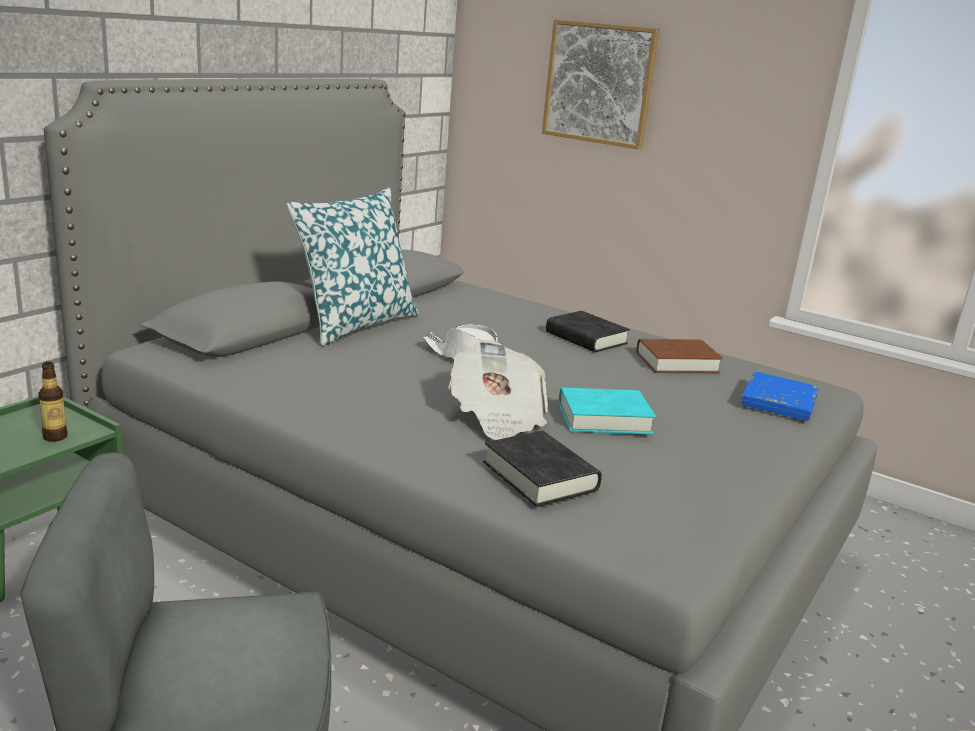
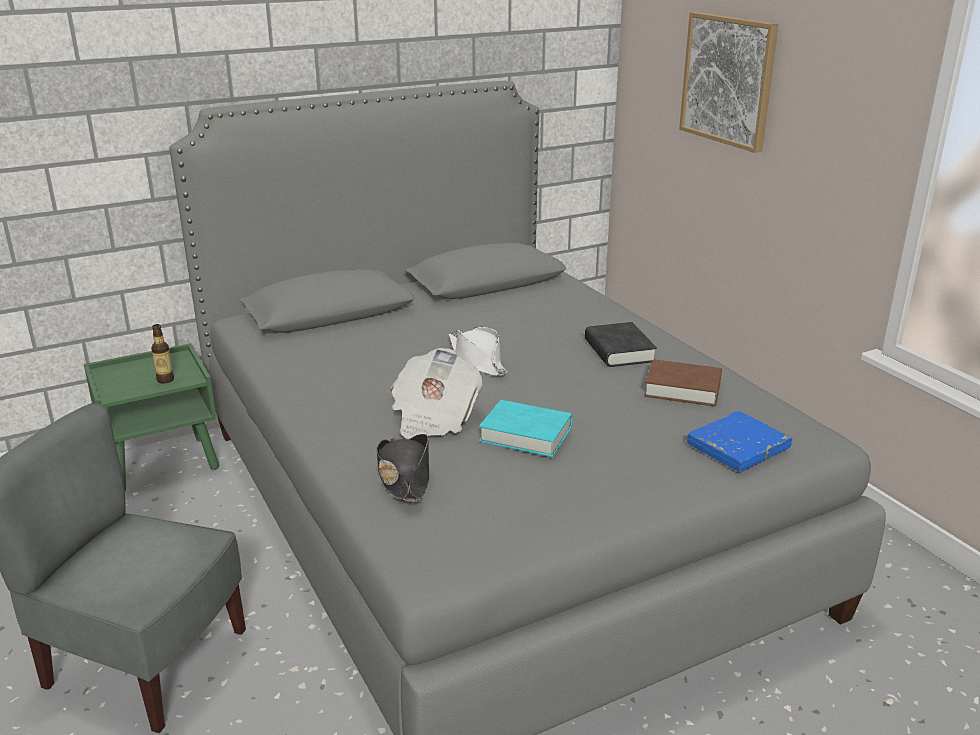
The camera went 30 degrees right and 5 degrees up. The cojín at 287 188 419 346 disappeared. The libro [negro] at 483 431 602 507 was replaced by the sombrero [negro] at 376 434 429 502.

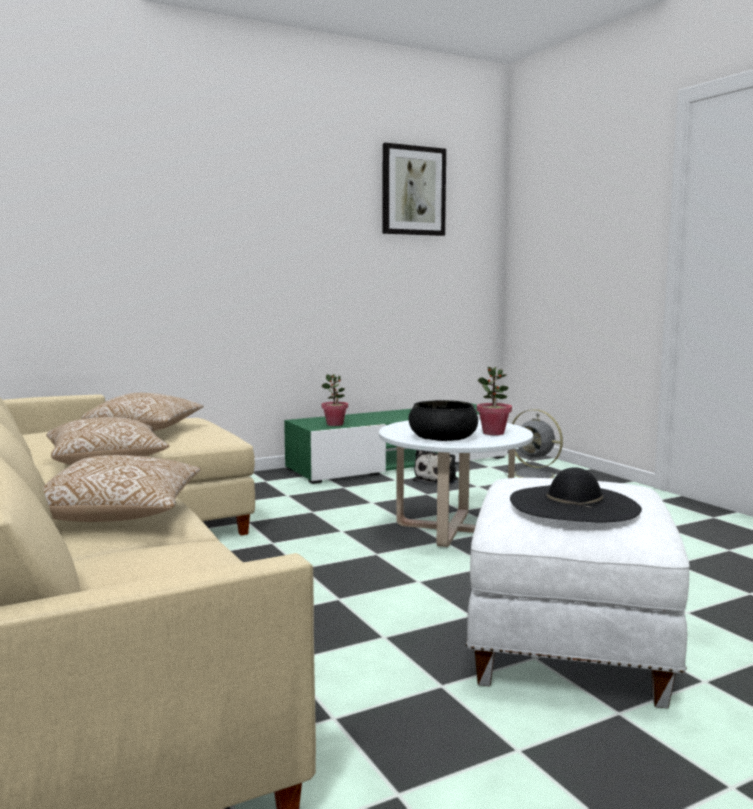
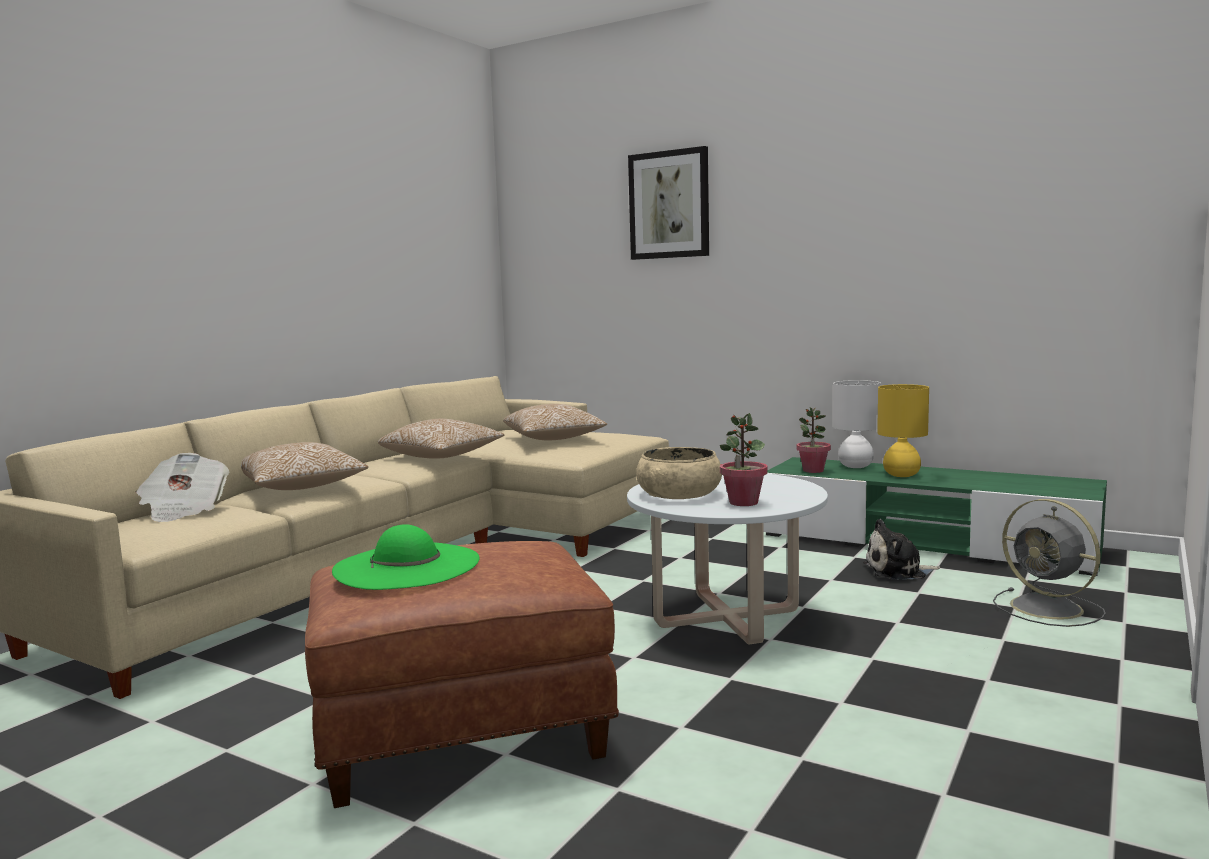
The camera went 60 degrees right and 0 degrees up. The cuadro moved from 383 143 446 236 to 628 146 709 260. The cuenco [negro] at 408 400 478 441 became the cuenco [beis] at 636 447 722 499. The puf [blanco] at 466 478 690 709 became the puf [marrón] at 305 541 619 808. The ventilador [gris] at 504 409 563 478 turned 45 degrees counterclockwise. The sombrero [negro] at 510 467 642 522 became the sombrero [verde] at 332 524 480 590. The periódico at 136 453 229 522 appeared. The lámpara de mesa [blanco] at 833 380 881 468 appeared. The lámpara de mesa [amarillo] at 877 384 929 477 appeared.

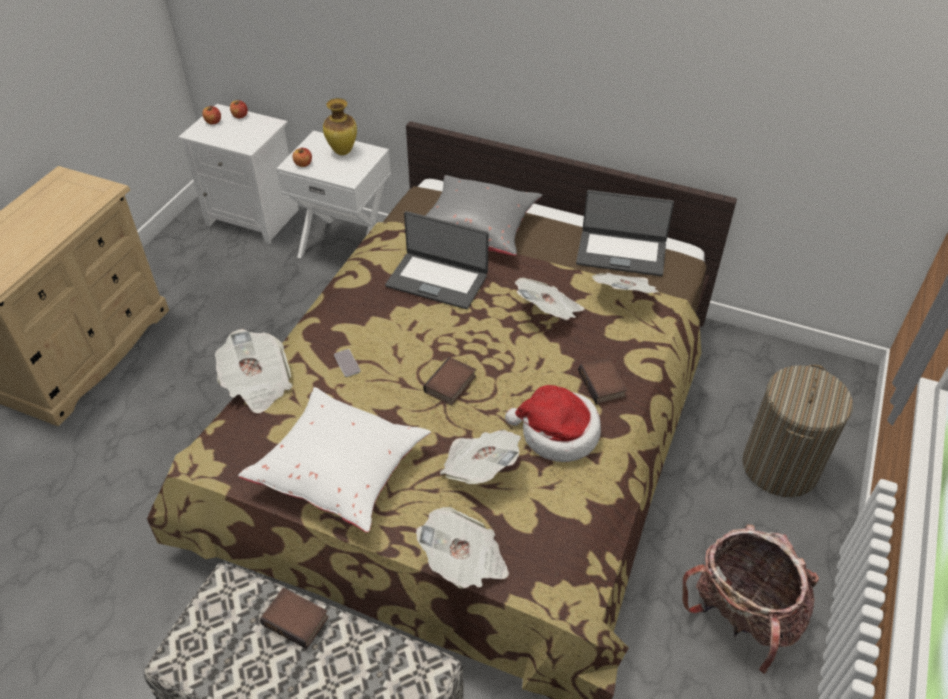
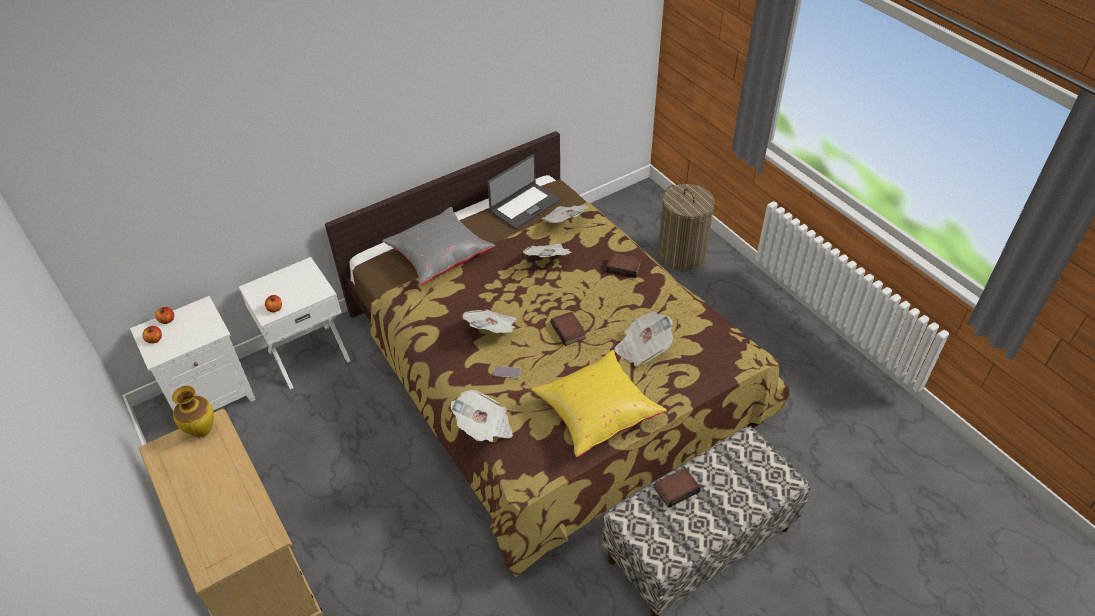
The camera went 55 degrees left and 0 degrees up. The cojín [blanco] at 238 387 431 533 became the cojín [amarillo] at 531 350 667 457. The florero moved from 323 98 357 155 to 172 386 214 437. The portátil at 385 211 489 309 disappeared. The periódico moved from 416 507 509 589 to 463 309 517 333. The sombrero at 505 385 601 462 disappeared. The mochila at 683 524 819 674 disappeared.

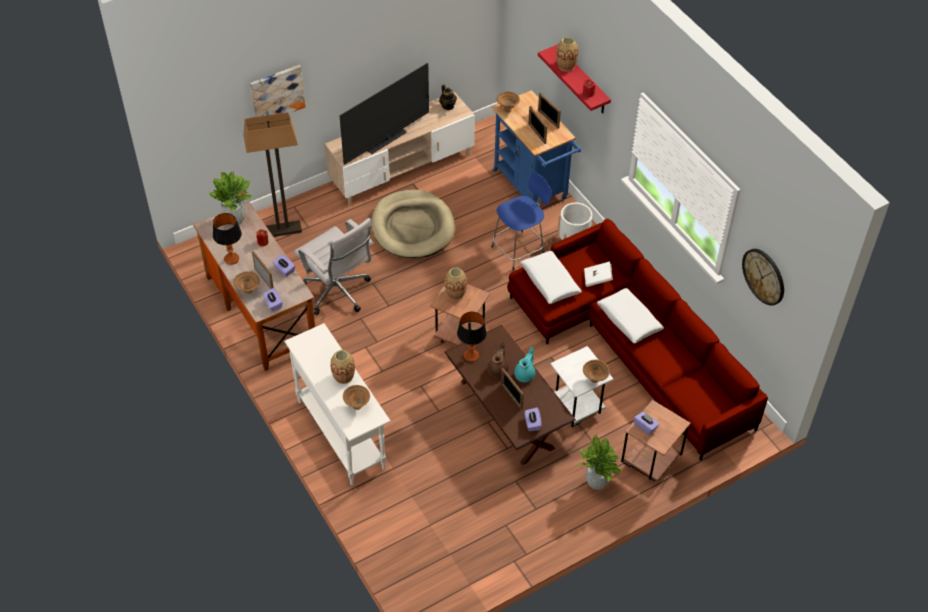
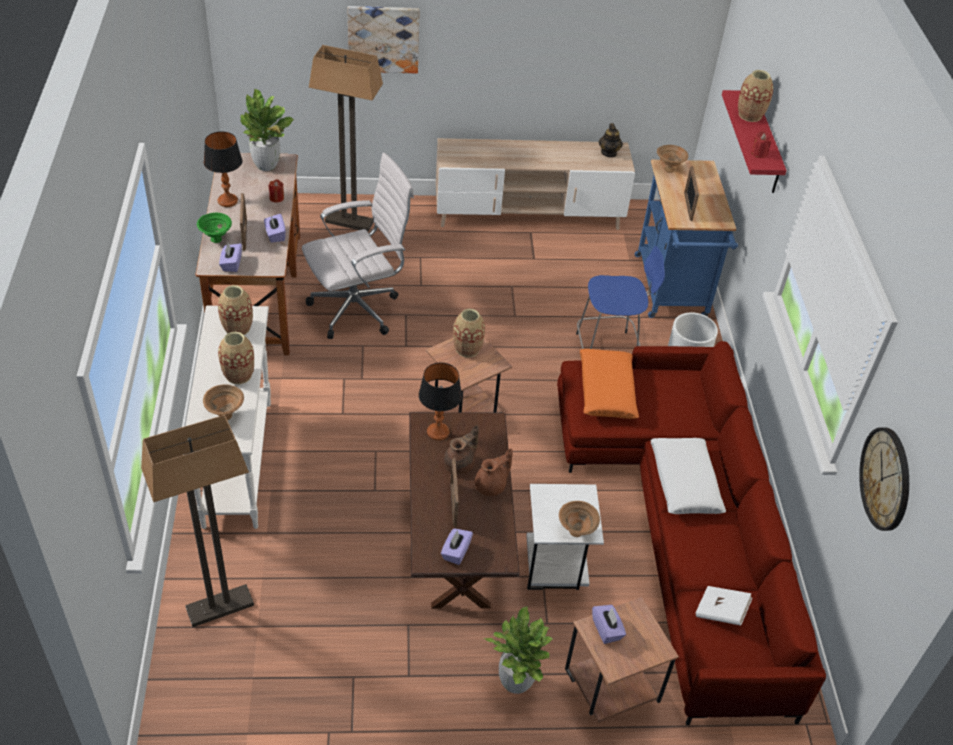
The camera went 25 degrees right and 5 degrees down. The cuenco [marrón] at 233 271 260 294 became the cuenco [verde] at 197 213 232 243. The silla de oficina [blanco] at 294 218 373 315 turned 105 degrees counterclockwise. The televisor at 340 63 429 165 disappeared. The cama para perro [beis] at 371 190 455 258 disappeared. The tetera [turquesa] at 514 347 535 382 became the tetera [marrón] at 475 448 513 496. The cojín [blanco] at 520 251 582 304 became the cojín [naranja] at 580 349 639 419. The portarretratos at 538 93 561 129 disappeared. The libro [blanco] moved from 584 261 613 287 to 696 586 753 626. The lámpara de pie at 141 415 254 627 appeared. The florero at 218 285 253 335 appeared.

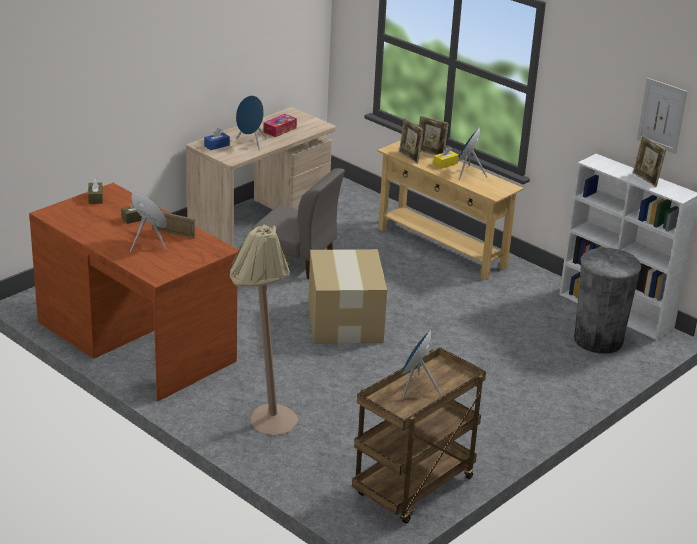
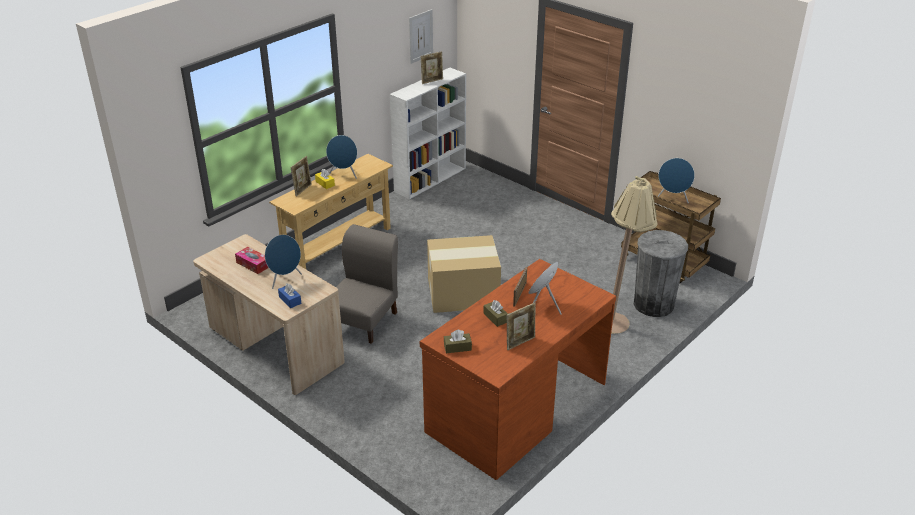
The camera went 90 degrees left and 5 degrees up. The portarretratos moved from 399 118 424 164 to 507 302 536 350. The papelera [gris] moved from 574 248 642 354 to 634 230 688 317.

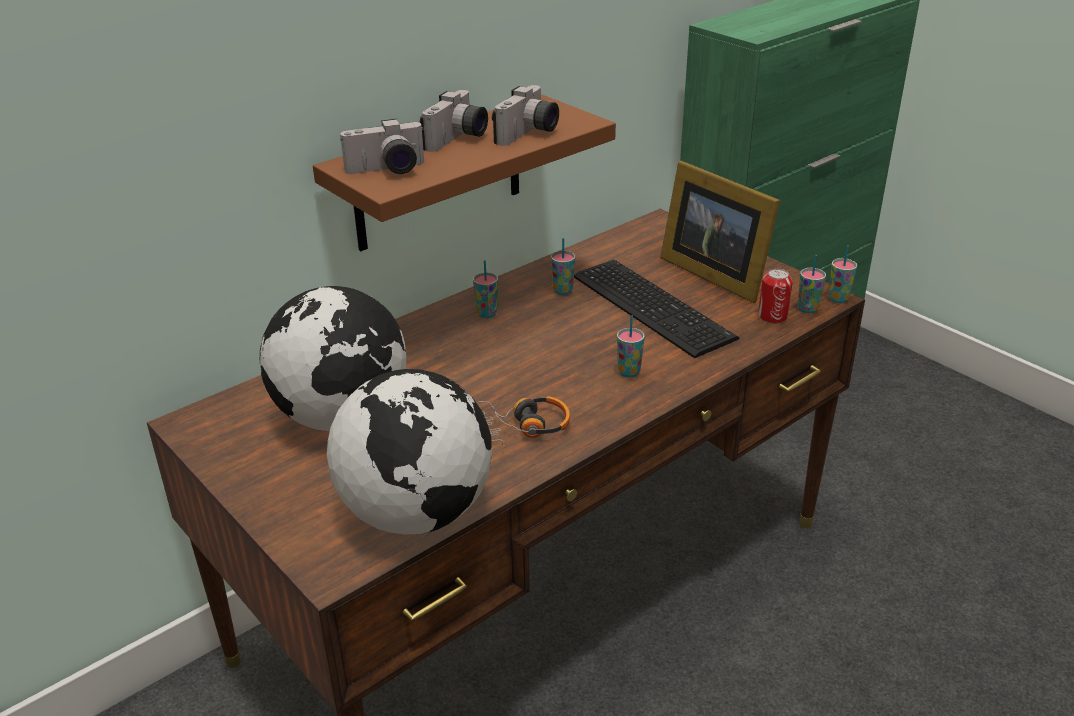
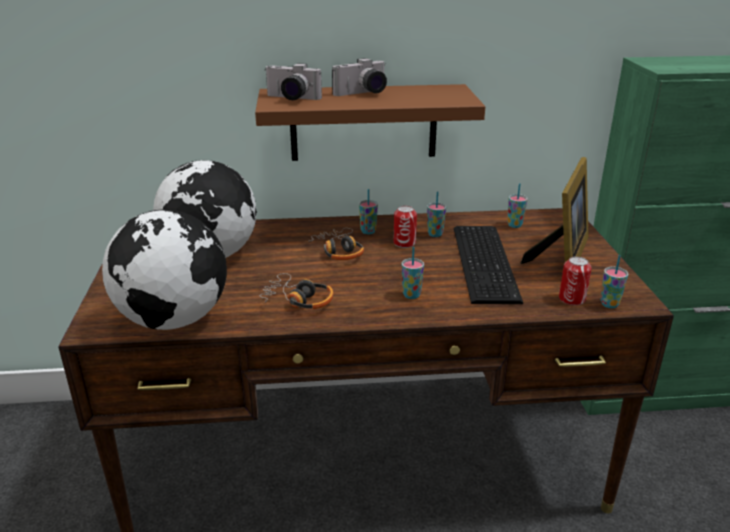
The camera went 35 degrees right and 5 degrees down. The cámara at 492 85 559 146 disappeared. The portarretratos at 660 161 780 303 turned 150 degrees counterclockwise. The taza moved from 829 246 857 303 to 507 183 528 228. The auriculares at 306 228 364 260 appeared. The lata at 393 206 417 248 appeared.

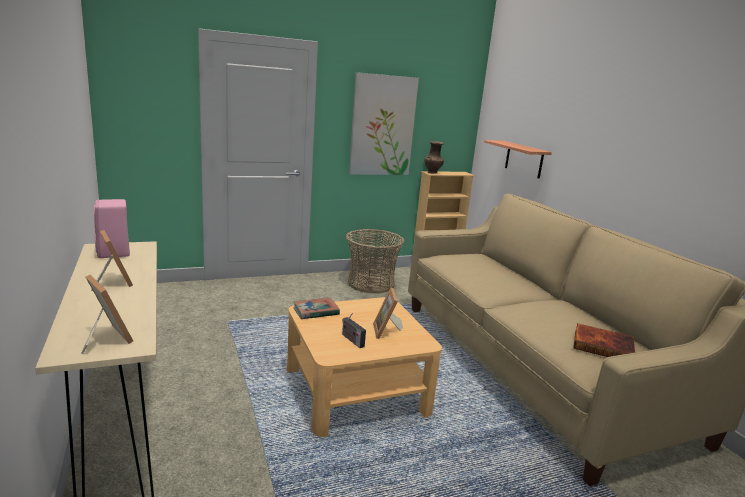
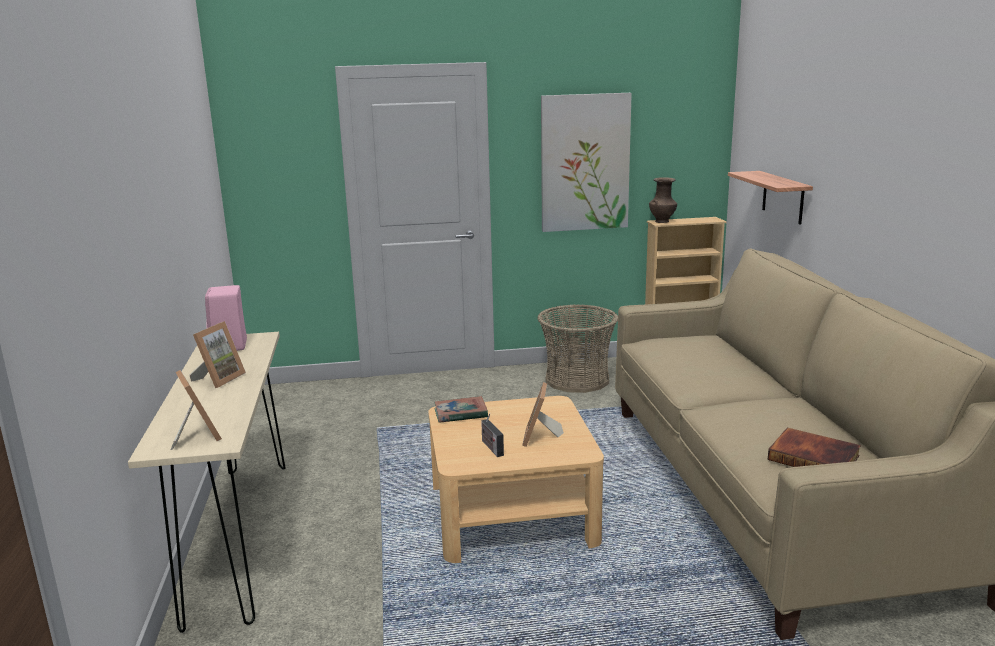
The camera went 15 degrees right and 0 degrees up. The portarretratos at 91 230 133 291 turned 45 degrees clockwise.

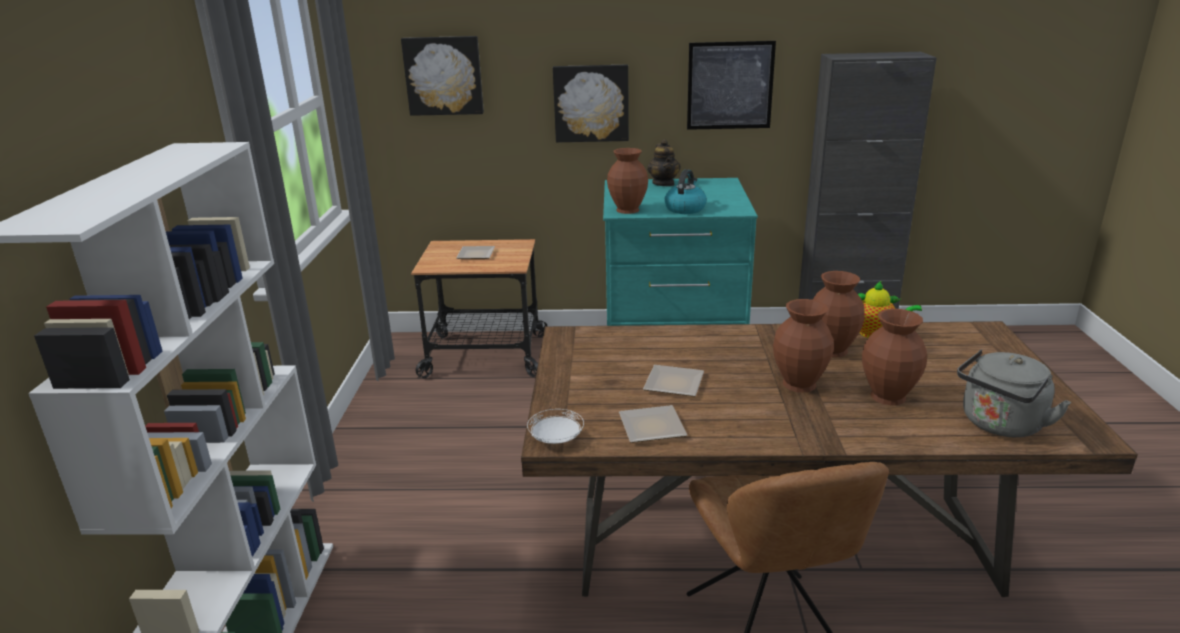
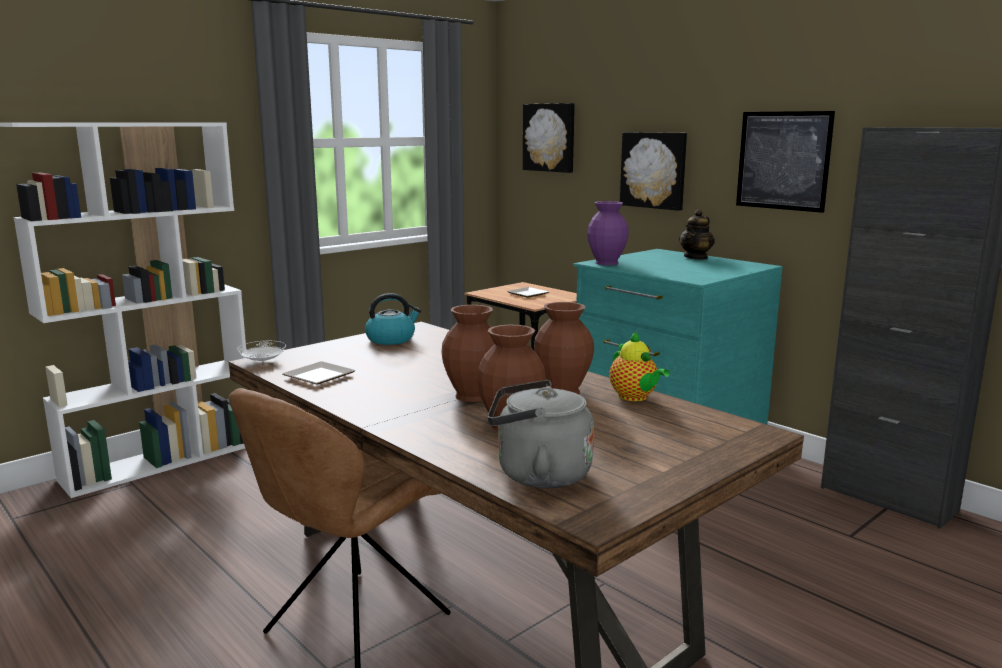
The camera went 45 degrees right and 10 degrees down. The florero [marrón] at 607 148 648 214 became the florero [morado] at 587 201 629 265. The plato at 643 365 704 397 disappeared. The hervidor moved from 665 169 707 214 to 365 293 421 345.

